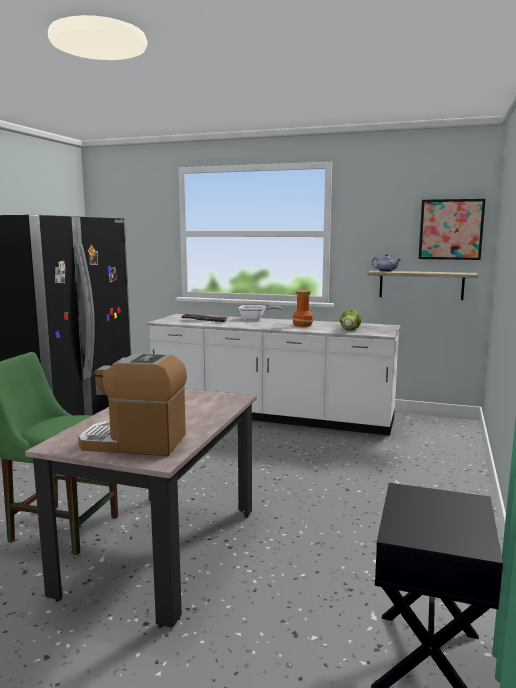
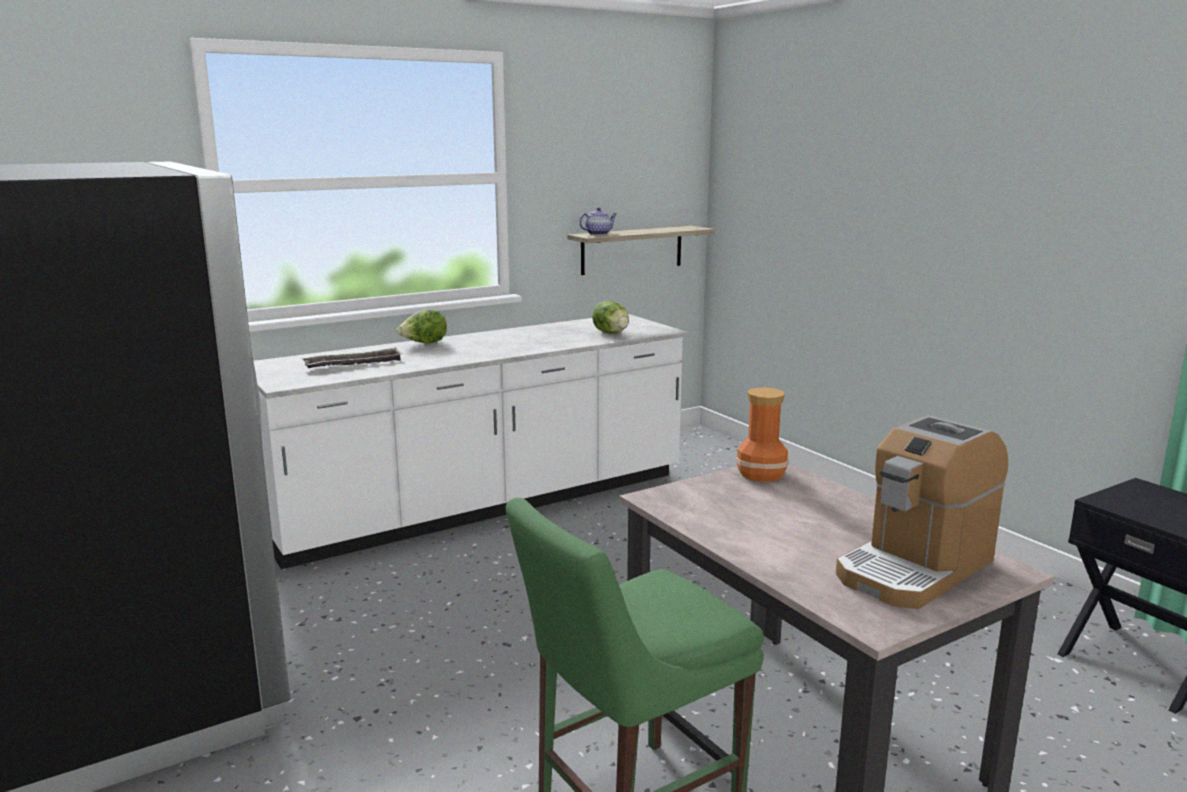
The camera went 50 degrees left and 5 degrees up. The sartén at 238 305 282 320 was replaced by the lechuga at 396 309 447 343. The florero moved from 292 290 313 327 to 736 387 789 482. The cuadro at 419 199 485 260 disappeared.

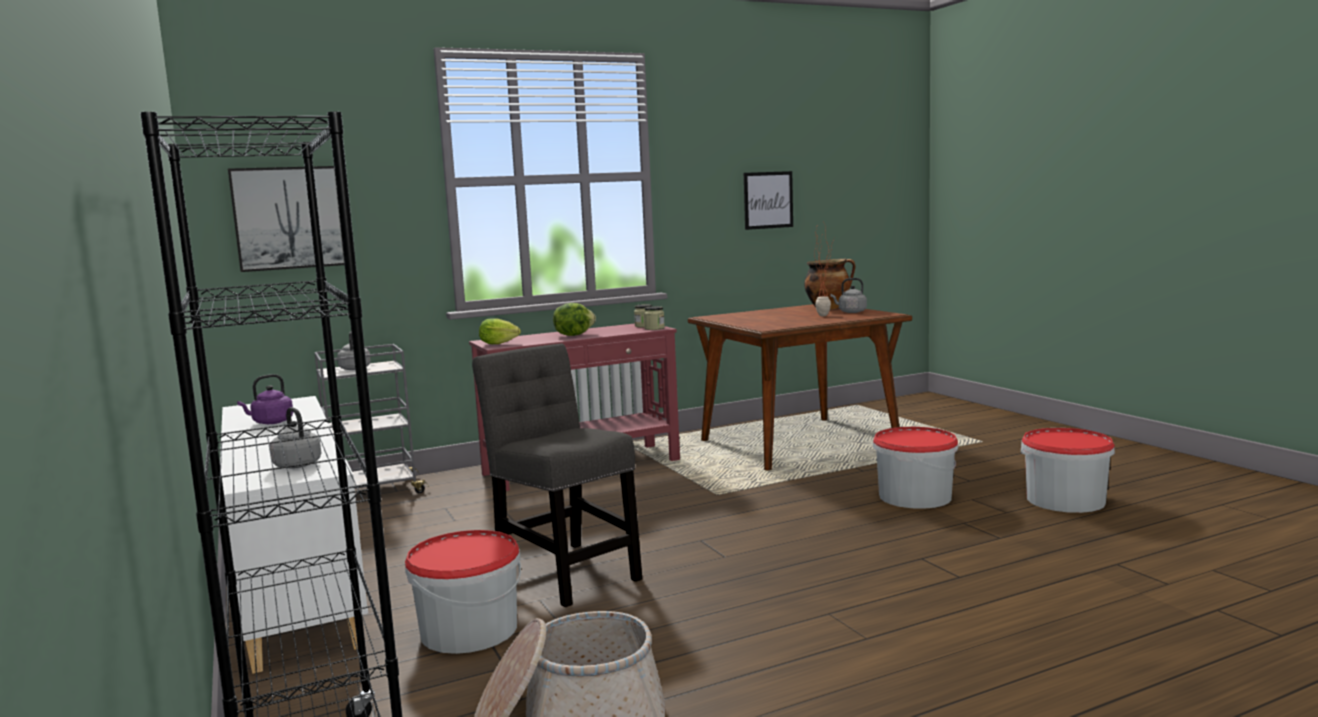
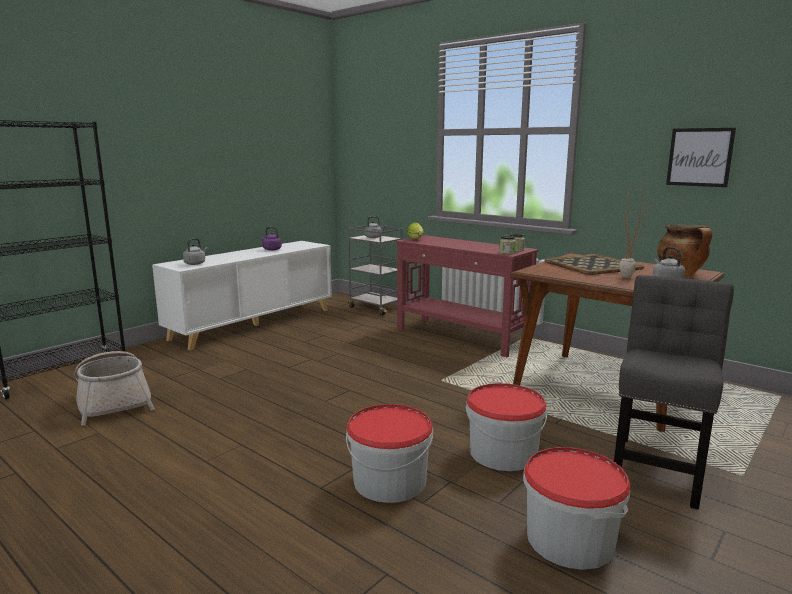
The camera went 65 degrees right and 5 degrees up. The cuadro at 228 166 344 272 disappeared. The cubo moved from 405 530 521 654 to 346 404 433 503. The silla [gris] moved from 472 343 642 607 to 614 275 734 510. The lechuga at 553 303 596 336 disappeared. The bandeja at 545 254 644 275 appeared.

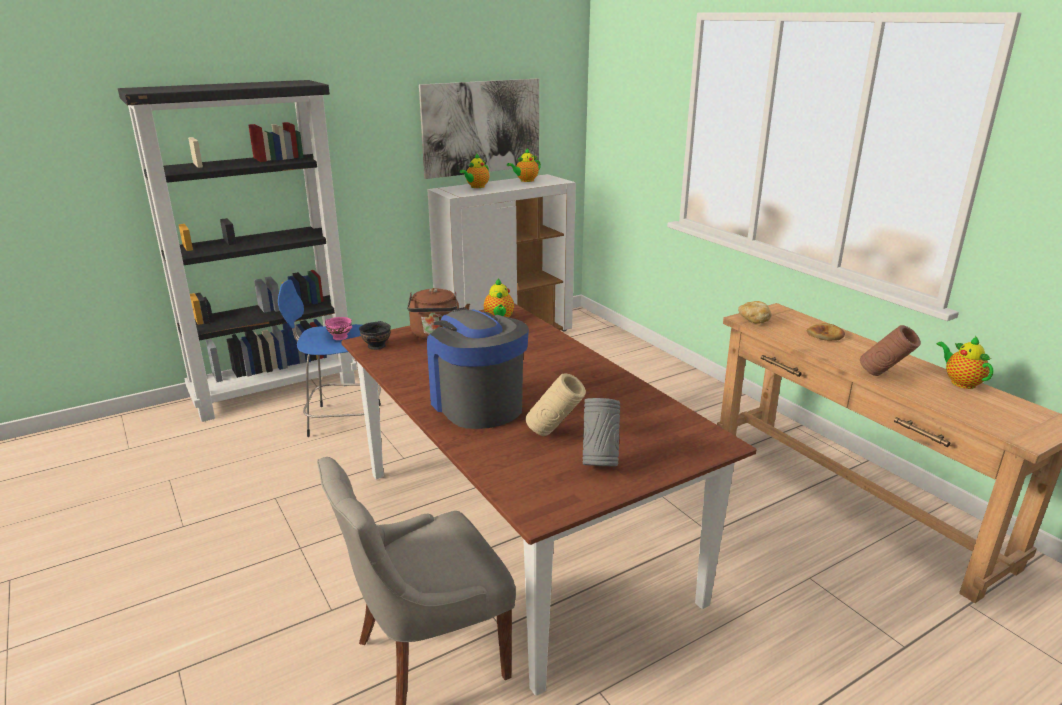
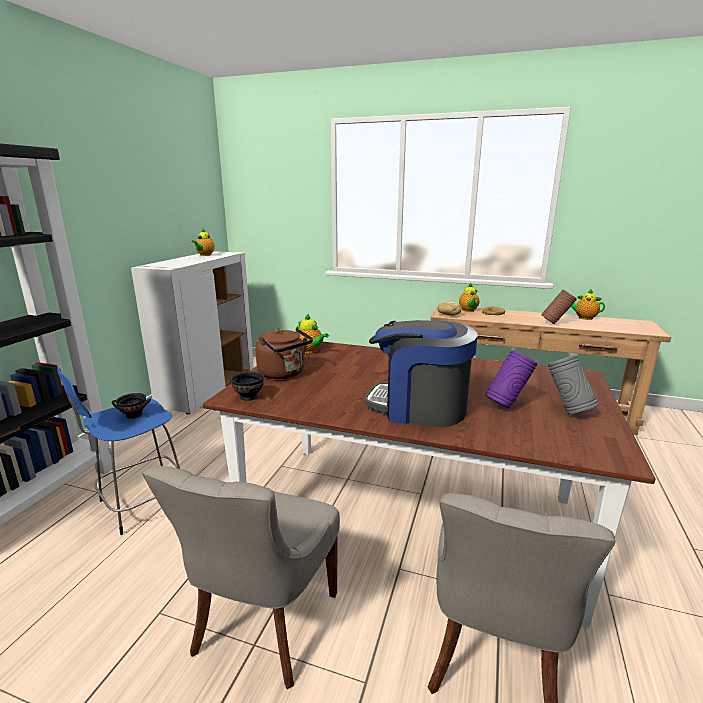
The camera went 40 degrees left and 5 degrees down. The cuenco [rosa] at 325 317 352 340 became the cuenco [negro] at 112 393 151 419. The cuadro at 419 78 539 179 disappeared. The tetera moved from 460 153 489 188 to 459 283 479 312. The florero [beis] at 526 373 586 436 became the florero [morado] at 485 350 537 409. The silla [gris] at 143 465 340 689 appeared.

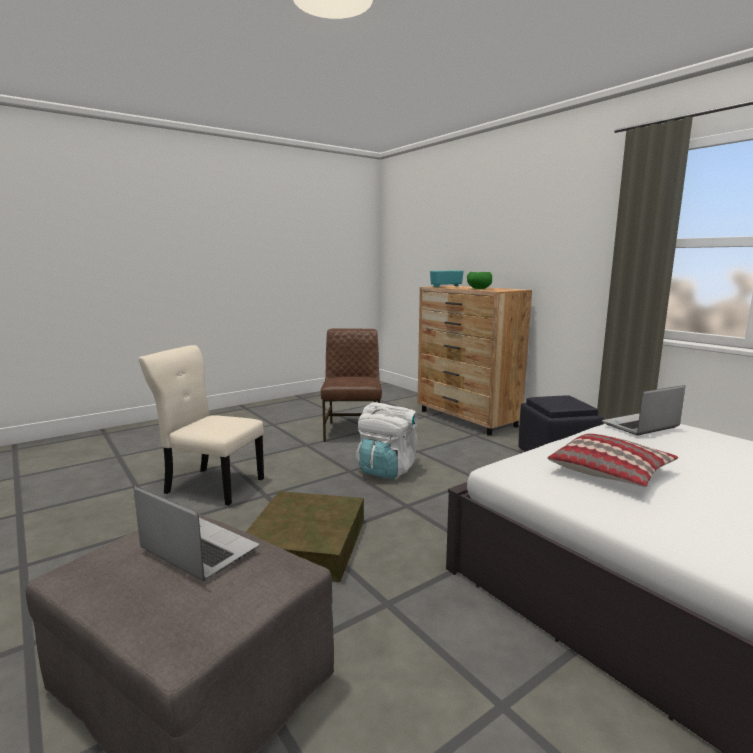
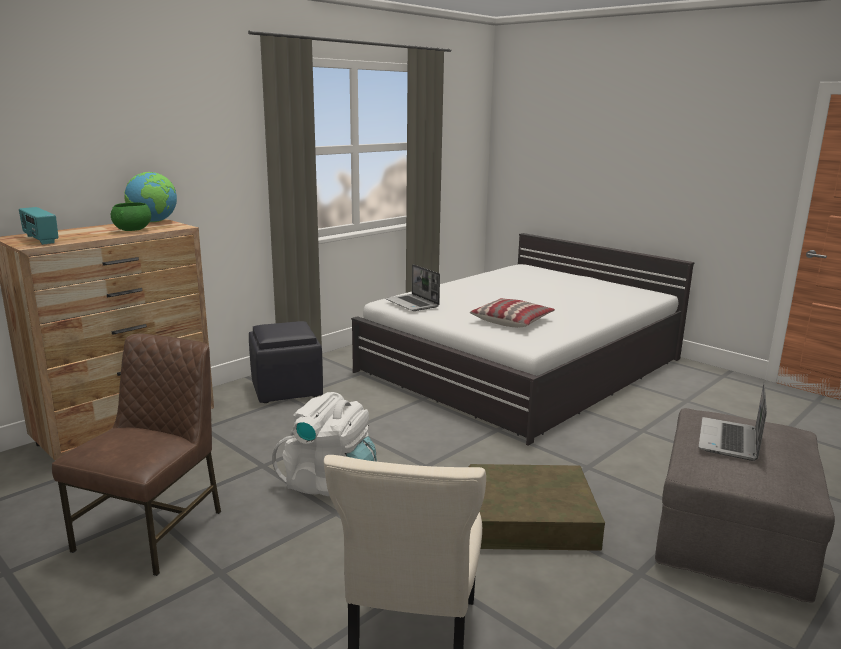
The camera went 100 degrees left and 5 degrees up. The silla [marrón] at 321 328 382 442 turned 120 degrees clockwise. The globo terráqueo at 125 172 177 222 appeared.

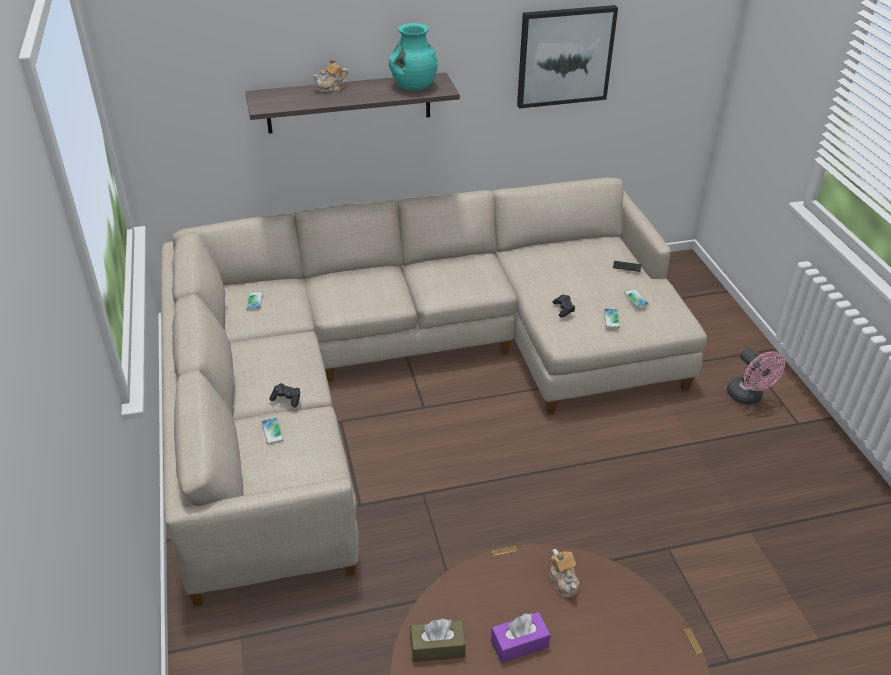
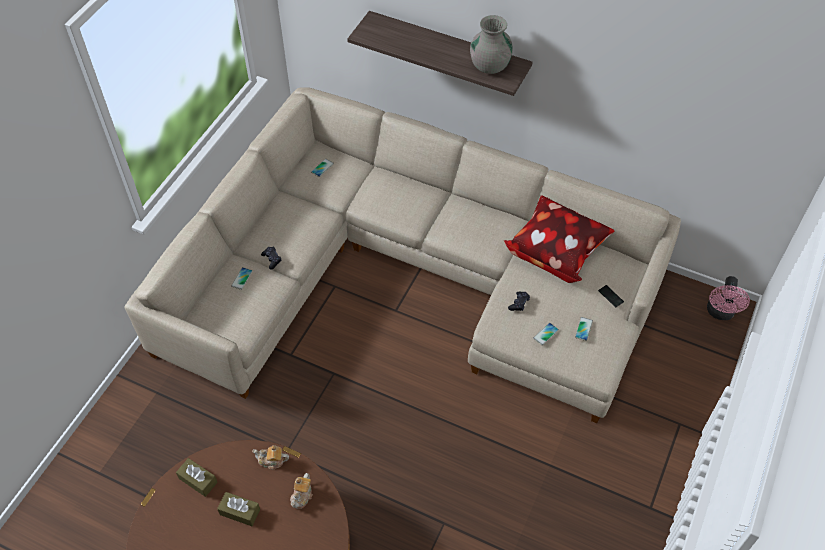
The camera went 40 degrees right and 15 degrees up. The tetera moved from 313 58 348 93 to 252 445 289 470. The florero [turquesa] at 389 23 438 91 became the florero [gris] at 470 15 513 74. The caja de pañuelos [morado] at 491 612 551 663 became the caja de pañuelos [marrón] at 217 492 260 526. The cuadro at 517 5 618 109 disappeared. The ventilador [rosa] moved from 727 348 785 405 to 707 276 750 320. The cojín at 504 195 615 283 appeared.

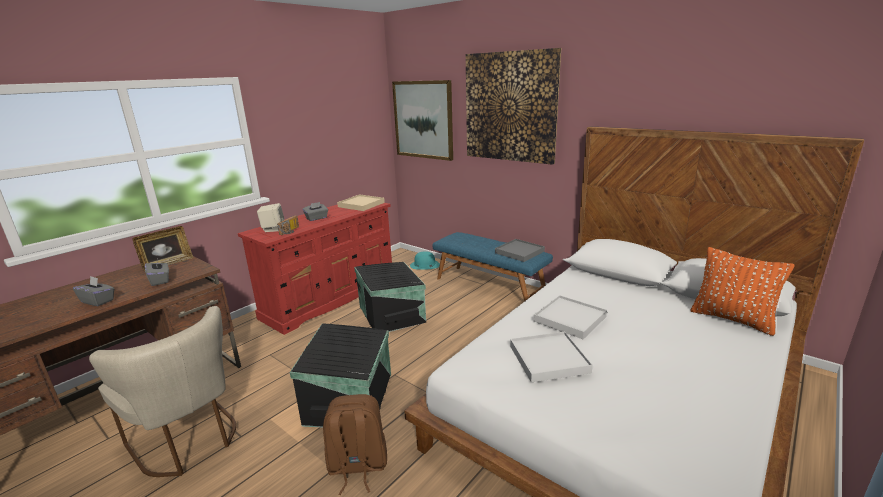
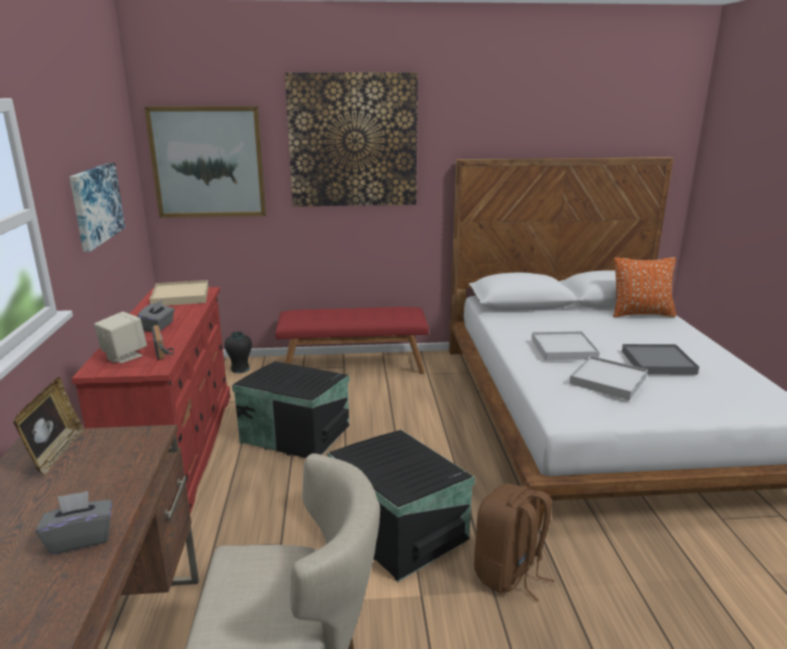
The camera went 45 degrees left and 0 degrees up. The caja de pañuelos [gris] at 145 260 169 286 disappeared. The sombrero [turquesa] at 410 251 440 270 was replaced by the florero [negro] at 224 331 252 373. The banco [azul] at 432 232 553 301 became the banco [rojo] at 275 307 429 374. The bandeja [gris] moved from 495 239 545 262 to 622 344 699 375. The cuadro at 69 162 126 252 appeared.

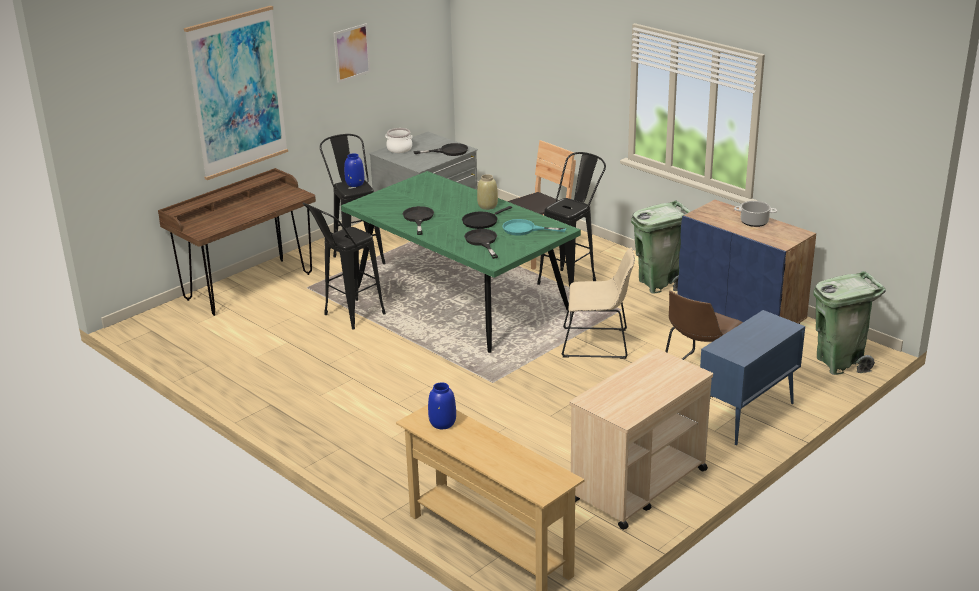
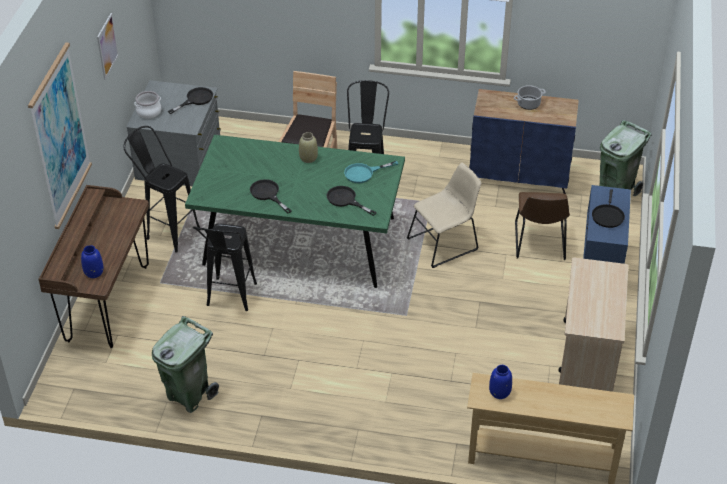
The camera went 35 degrees left and 15 degrees up. The florero [azul] moved from 344 153 364 187 to 81 245 104 278. The sartén [negro] moved from 462 206 512 229 to 592 189 625 228. The papelera [verde] moved from 631 200 691 294 to 152 316 219 413.

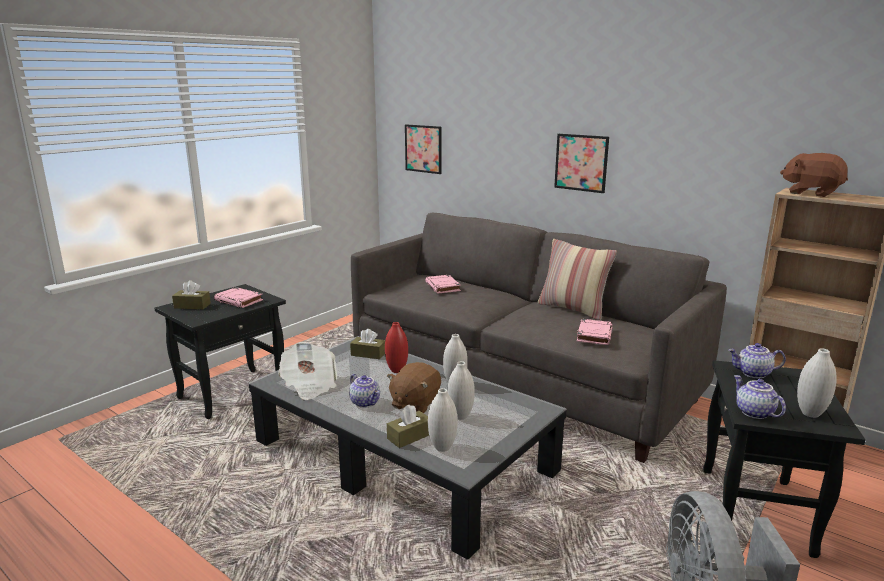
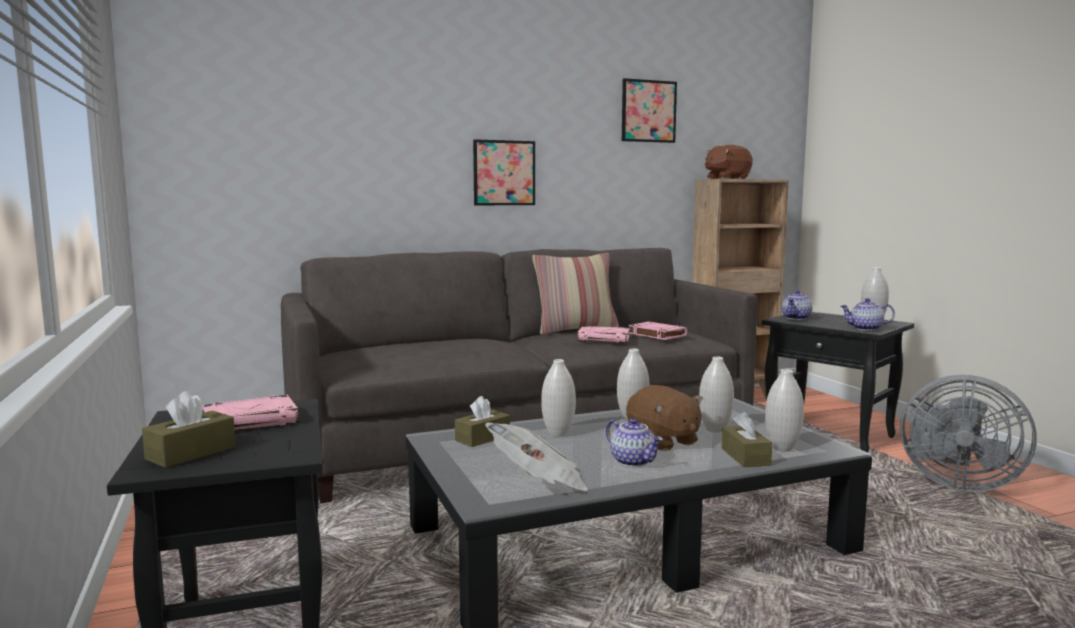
The camera went 60 degrees left and 10 degrees down. The tetera at 349 374 380 408 turned 60 degrees clockwise. The florero [rojo] at 385 322 408 373 became the florero [blanco] at 541 359 576 437. The cuadro moved from 405 124 442 174 to 622 78 677 143. The libro [rosa] moved from 425 275 461 294 to 577 326 630 343.

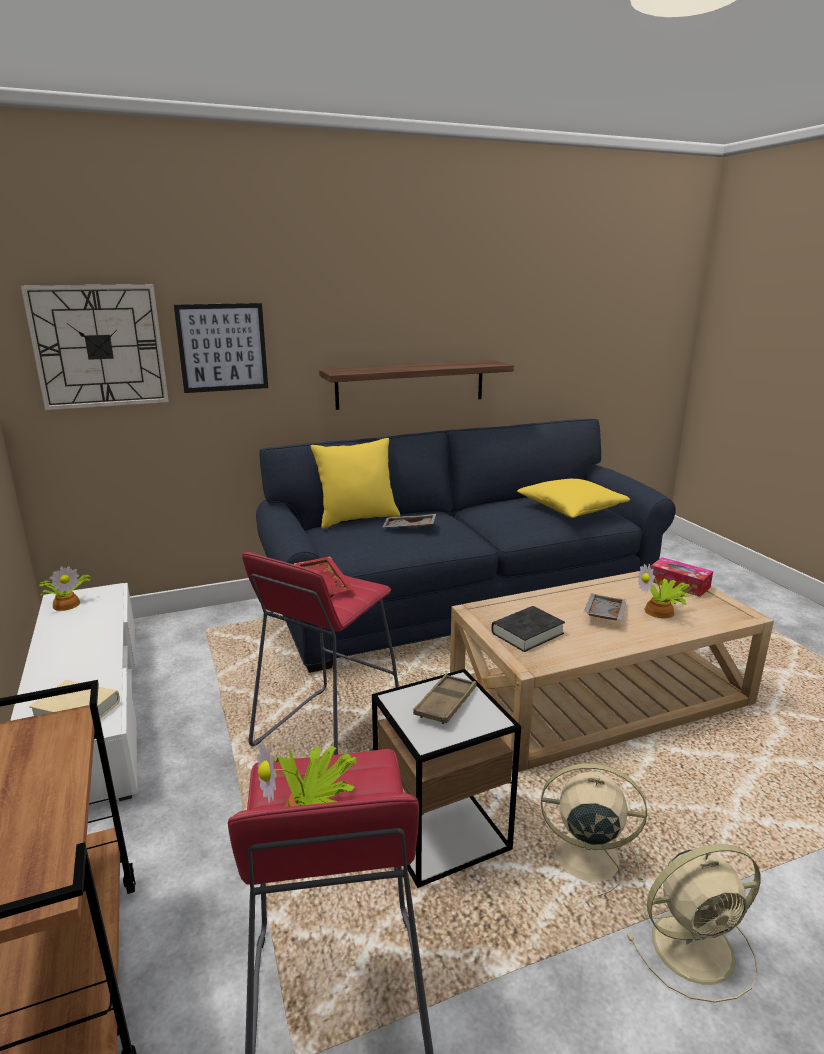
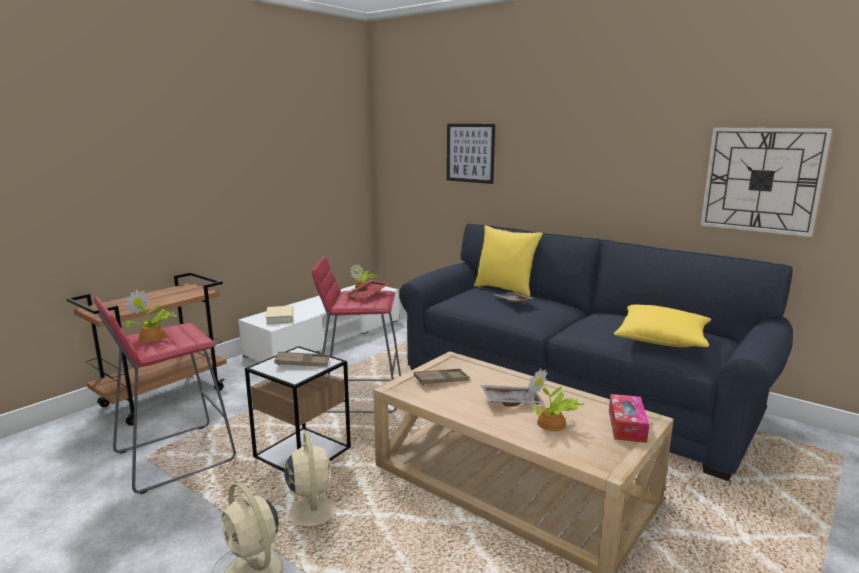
The camera went 60 degrees right and 5 degrees down. The reloj de pared moved from 21 284 169 410 to 700 128 833 237. The estante at 319 360 514 410 disappeared. The libro [negro] at 491 606 565 652 was replaced by the bandeja [marrón] at 414 369 469 385.

